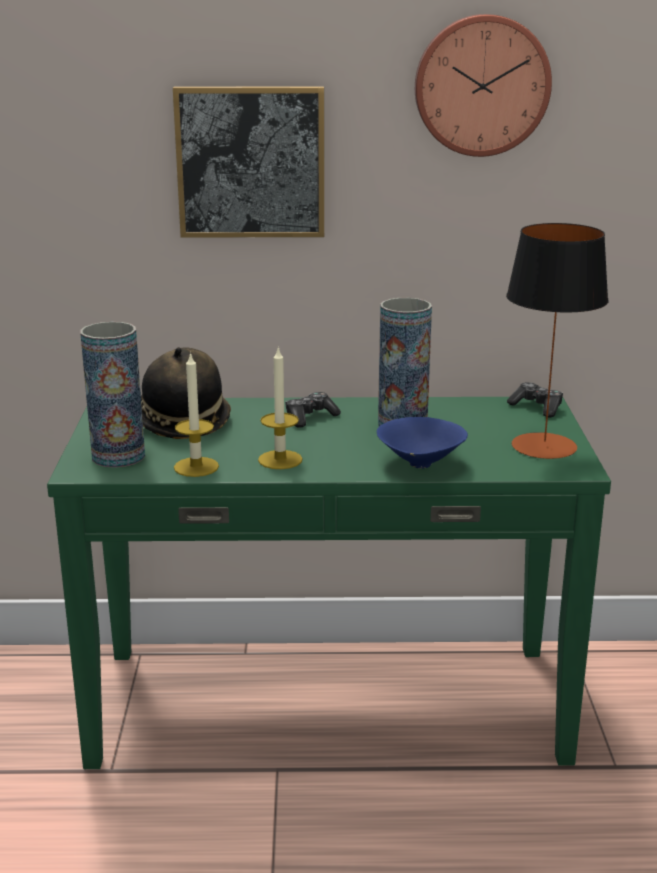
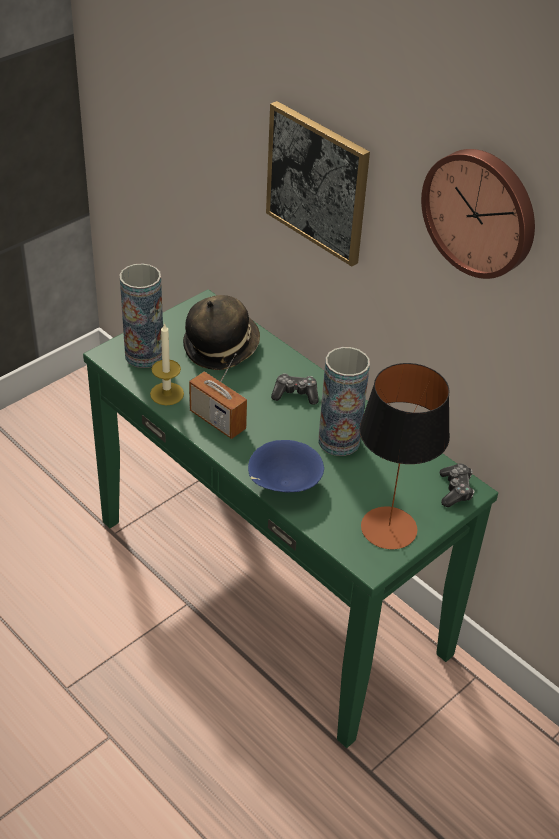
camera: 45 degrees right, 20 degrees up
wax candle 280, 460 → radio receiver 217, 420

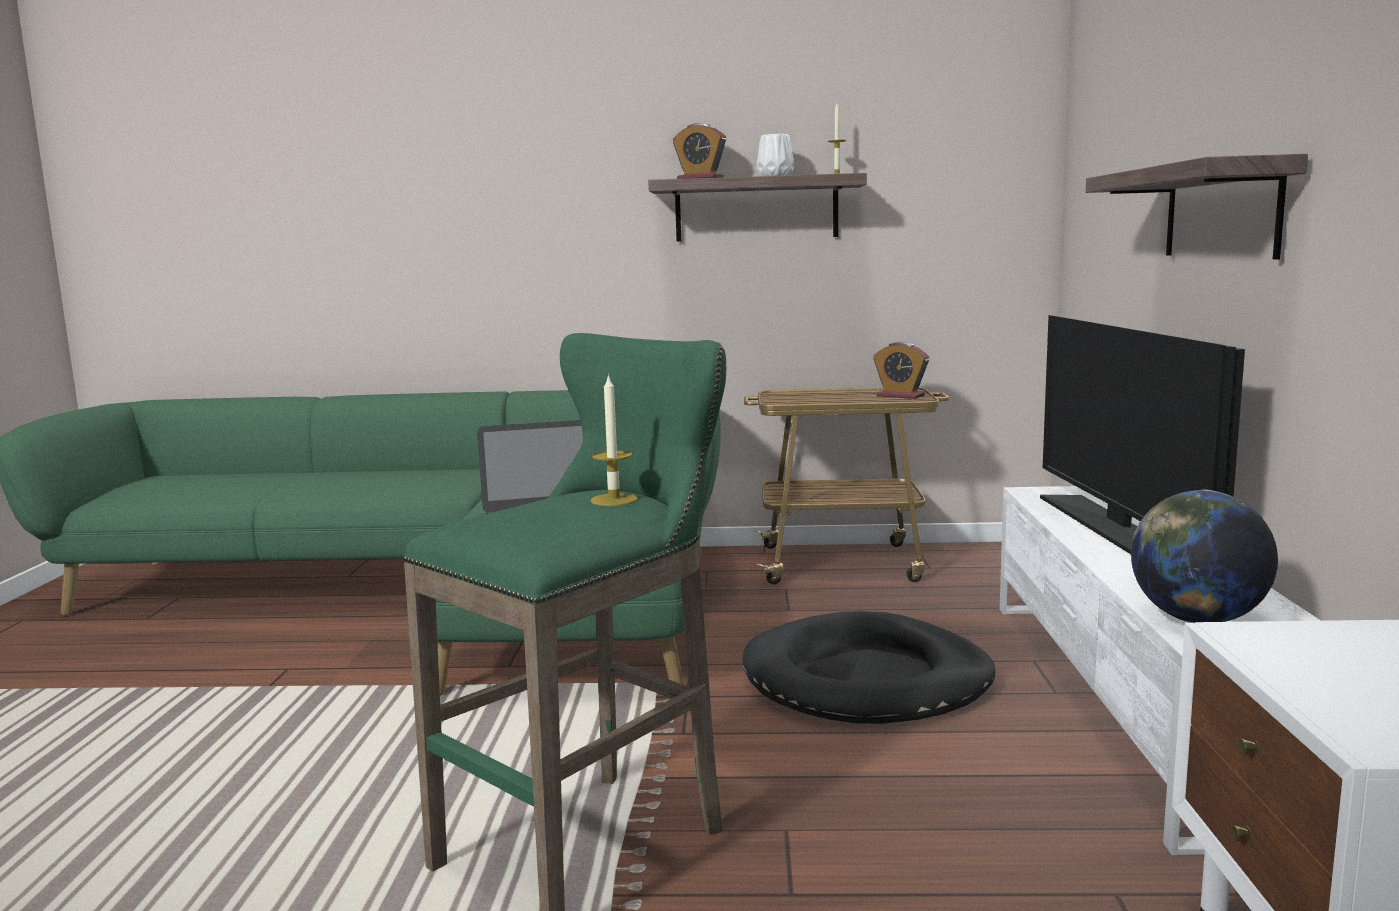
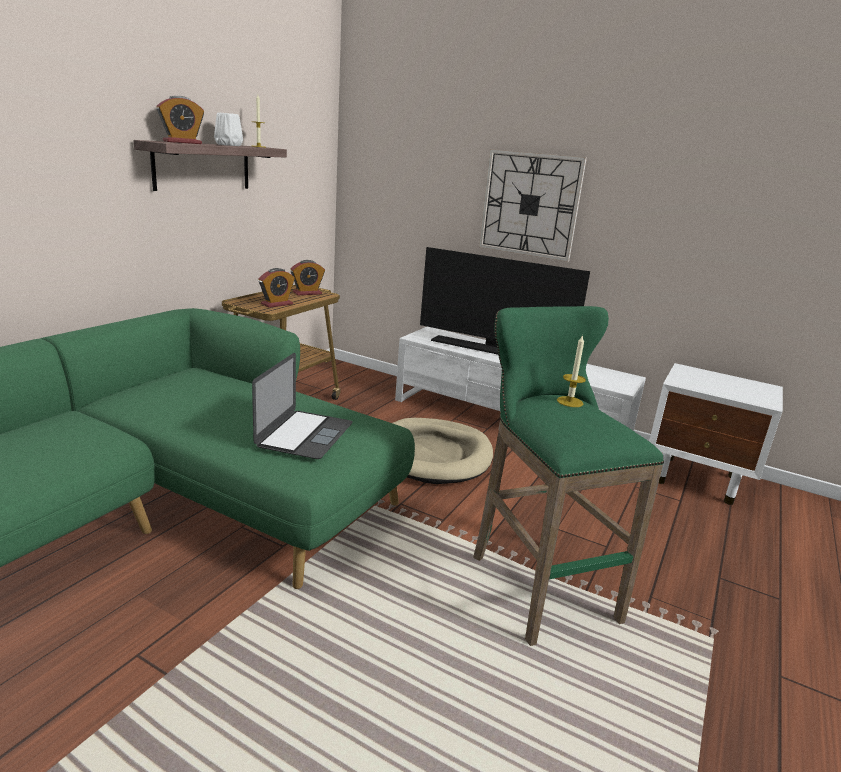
camera: 65 degrees left, 10 degrees up
world globe 1197, 620 → -
- → bedside clock 277, 304
wall shelf 1221, 212 → hanging clock 530, 204
dog cushion in black 867, 679 → dog cushion in beige 433, 455

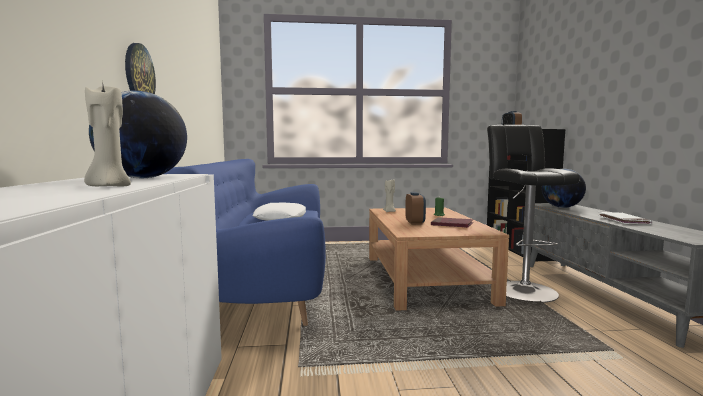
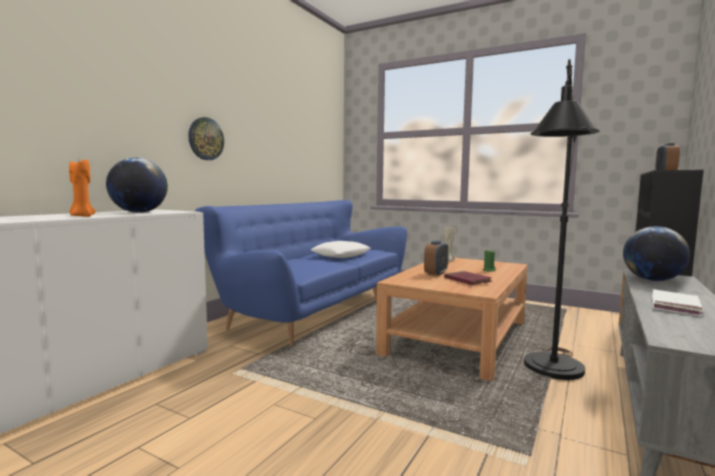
camera: 35 degrees right, 0 degrees up
sitting stool in black 522, 289 → standing lamp in black 551, 373
wax candle in beige 109, 186 → wax candle in orange-coloured 82, 216

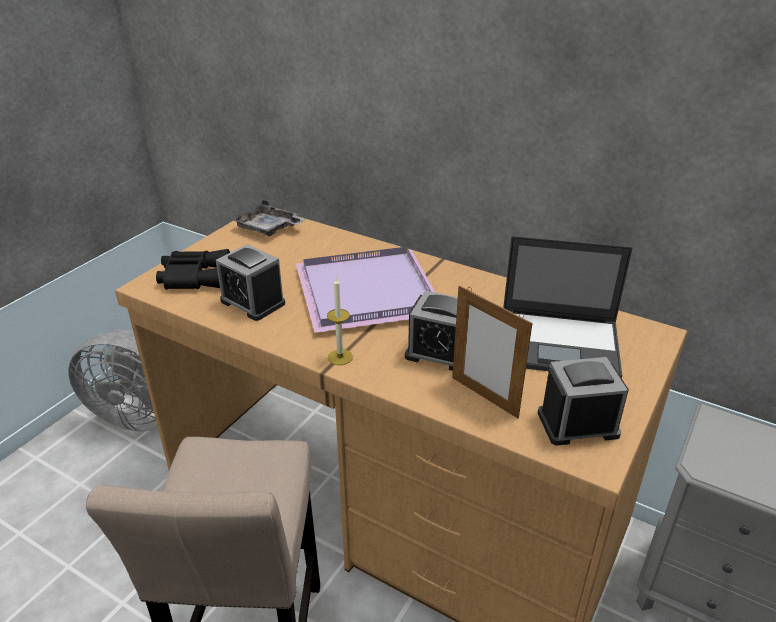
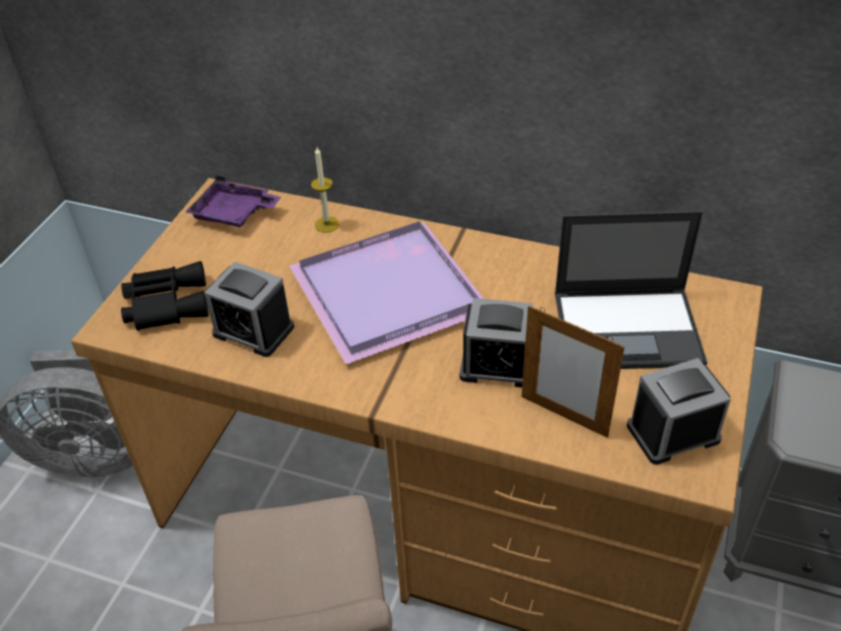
camera: 10 degrees left, 10 degrees up
wax candle 340, 357 → wax candle 327, 224, moved
carrying tray in gray 268, 228 → carrying tray in purple-coloured 234, 213

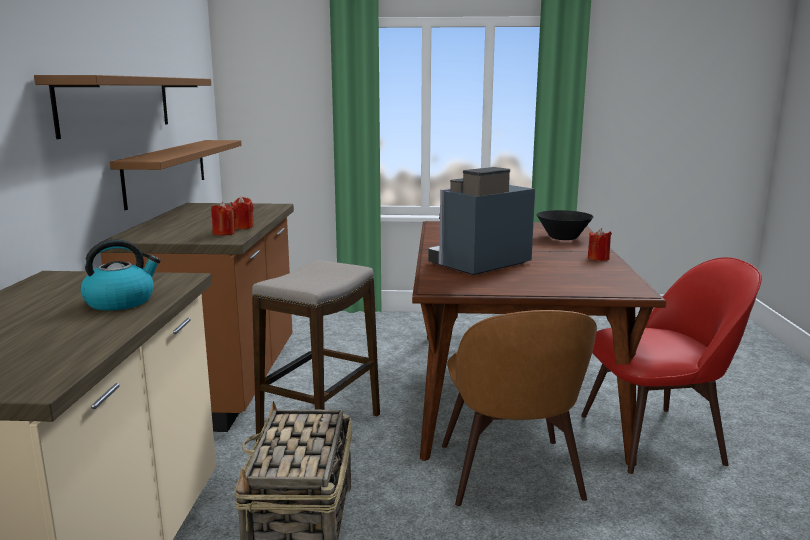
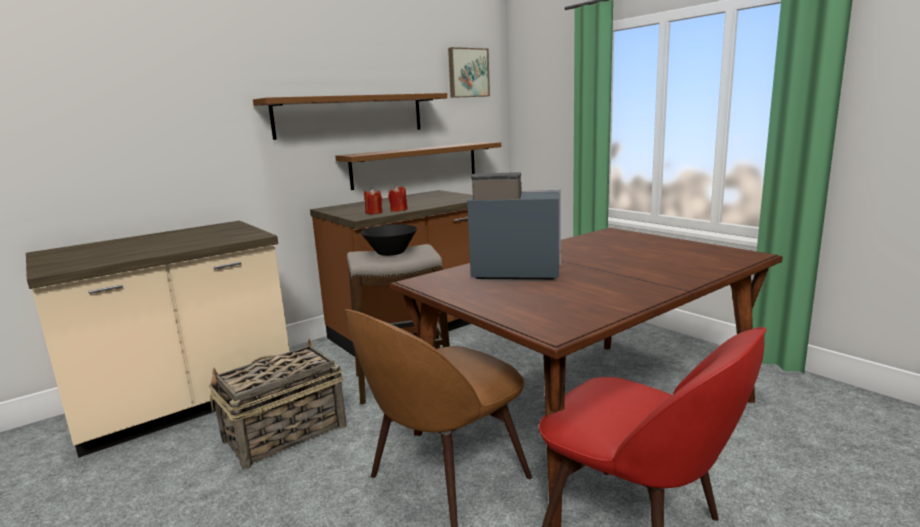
camera: 50 degrees right, 0 degrees up
tea kettle 121, 302 → -
wax candle in red-coloured 598, 258 → -
- → wall picture 467, 73
deep dish in black 563, 238 → deep dish in black 390, 253, moved

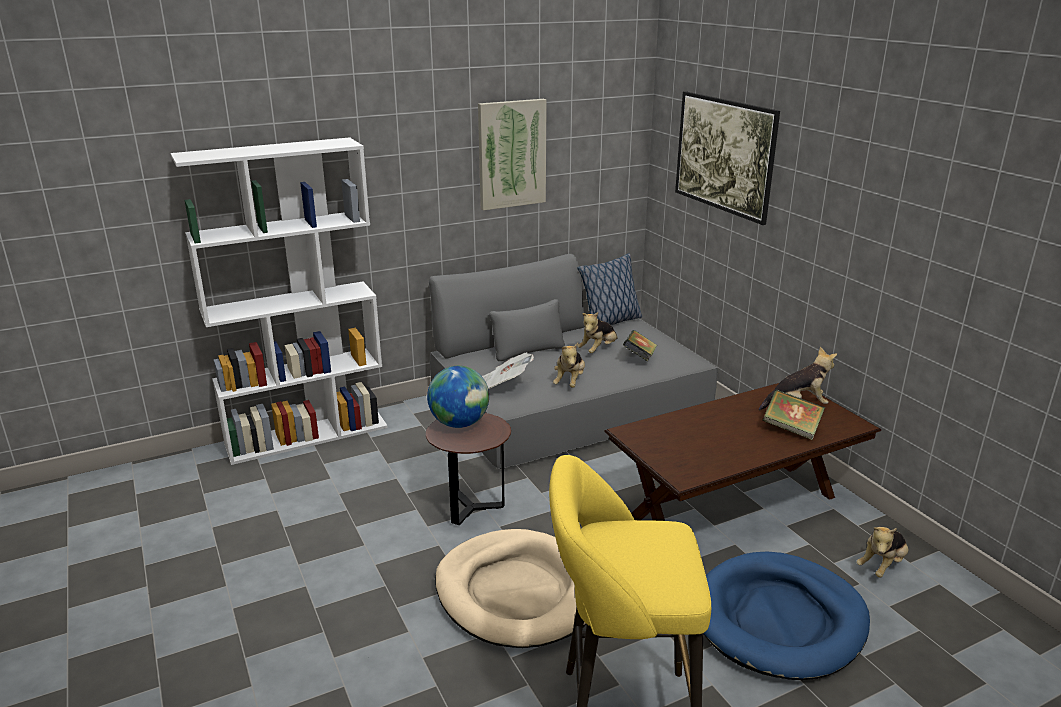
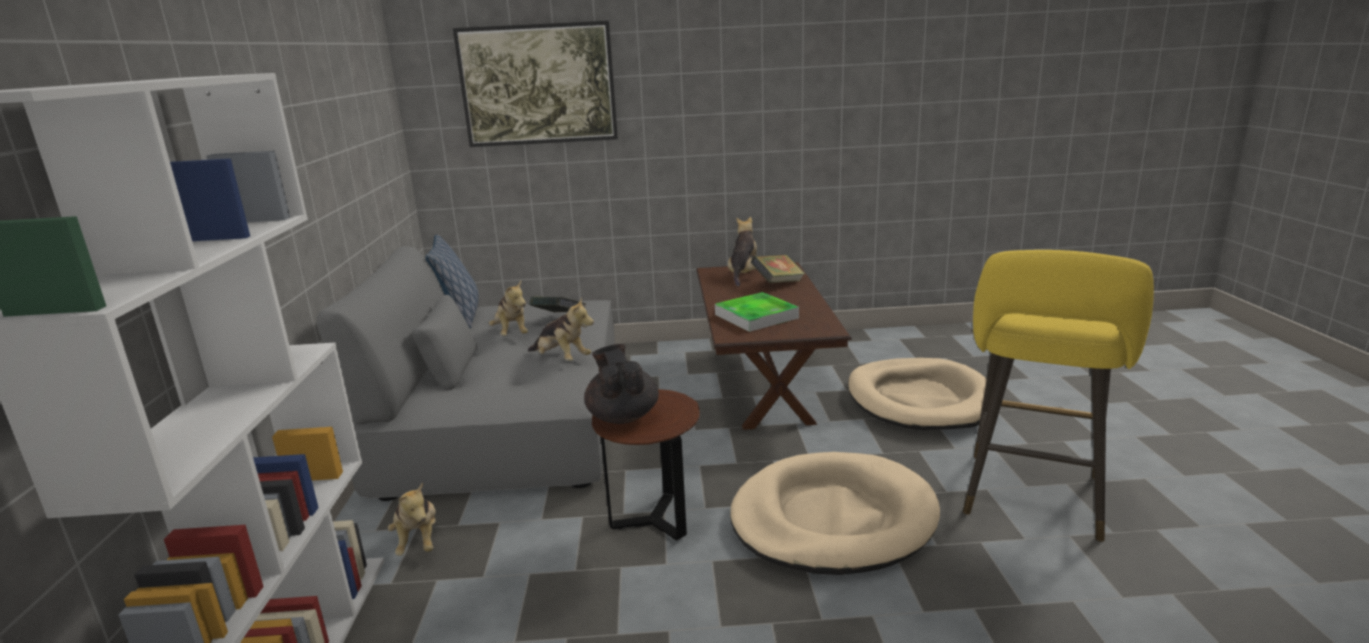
camera: 65 degrees left, 5 degrees down
wall picture 511, 154 → -
newspaper 504, 385 → -
- → carrying tray 756, 316
soft toy 882, 565 → soft toy 418, 541, moved
world globe 459, 423 → pot for tea in black 622, 416
dog cushion in blue 779, 619 → dog cushion in beige 920, 400

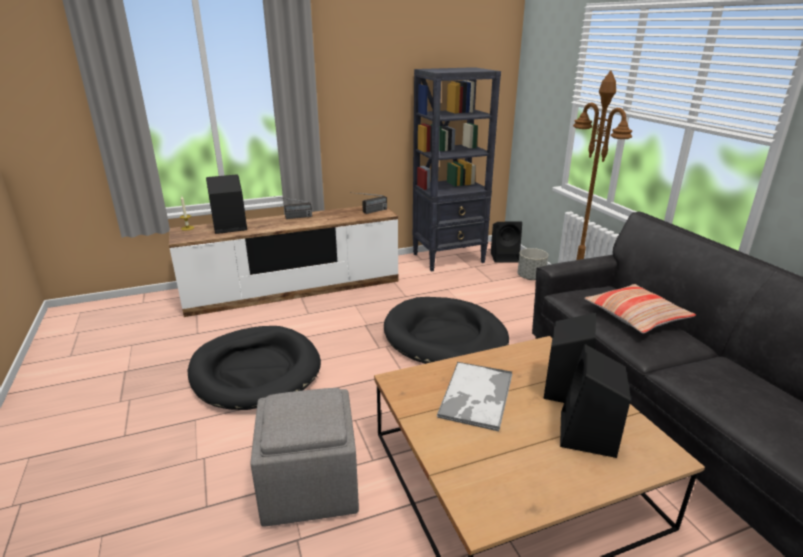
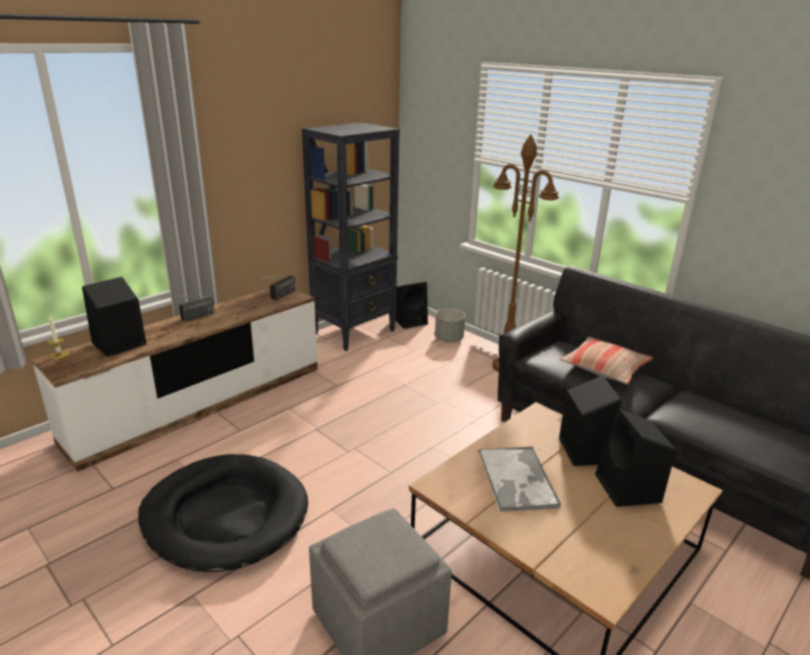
camera: 25 degrees left, 0 degrees up
dog cushion in black 445, 337 → -

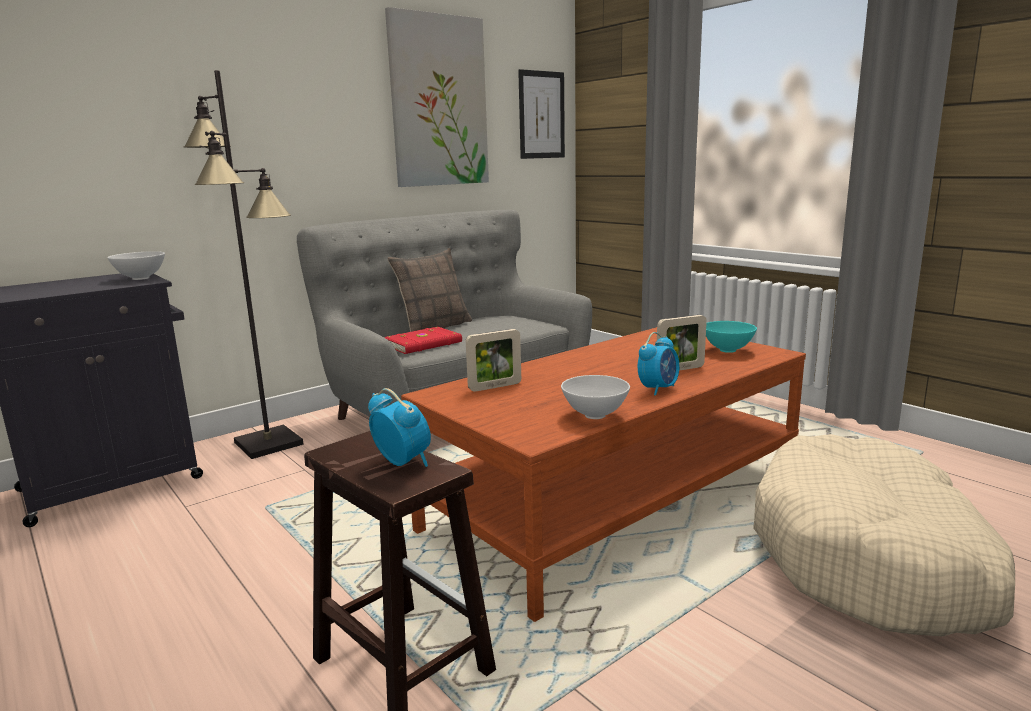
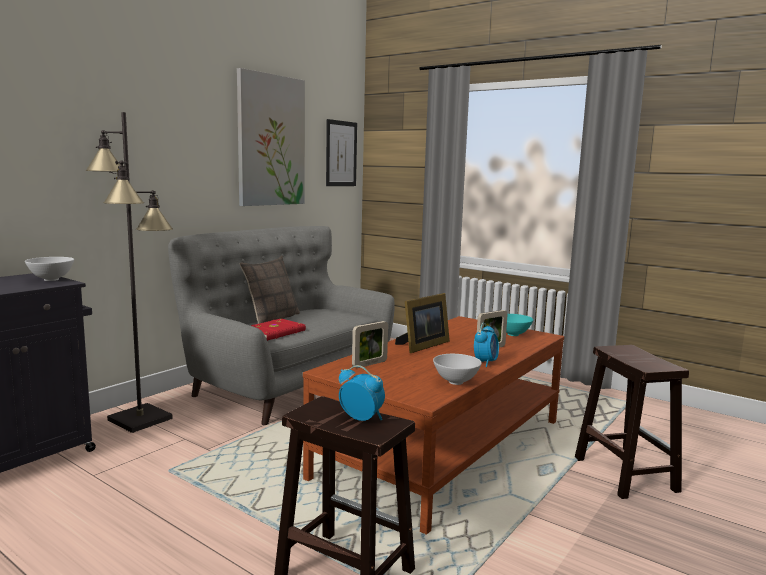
camera: 15 degrees left, 5 degrees down
- → picture frame 422, 346
dog cushion in beige 871, 559 → sitting stool in brownish 623, 473

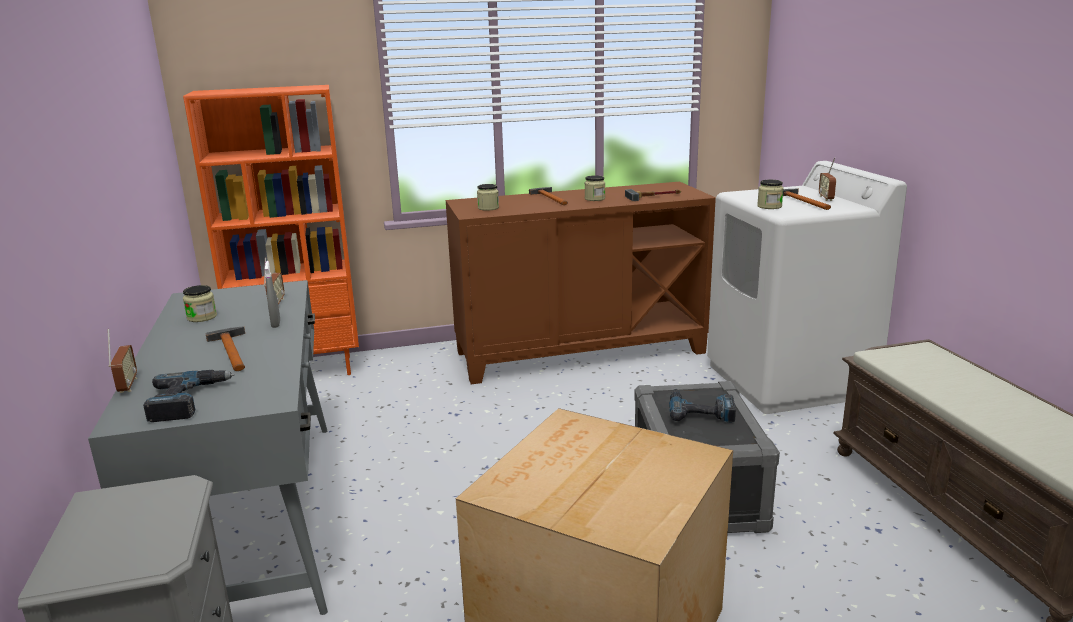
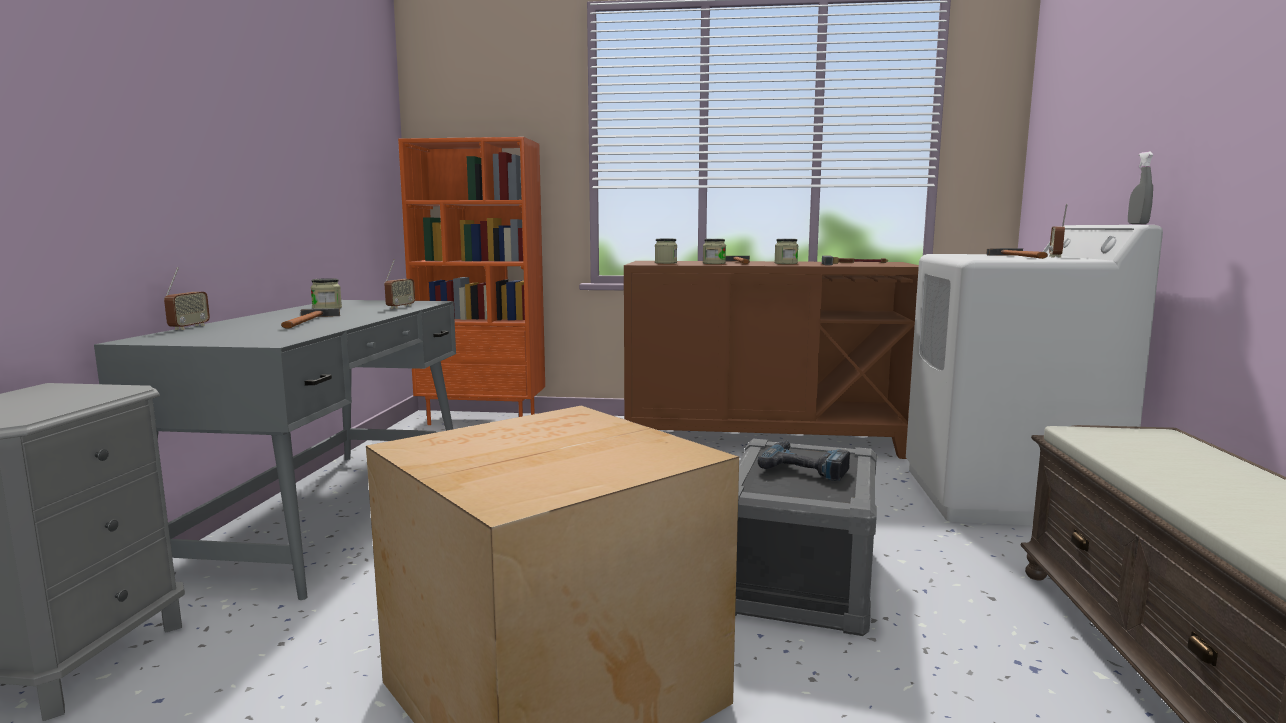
camera: 20 degrees right, 10 degrees down
electric drill 188, 401 → -
hand sprayer in gray 276, 324 → hand sprayer in gray 1137, 224, moved
storage jar 769, 206 → storage jar 714, 263, moved

